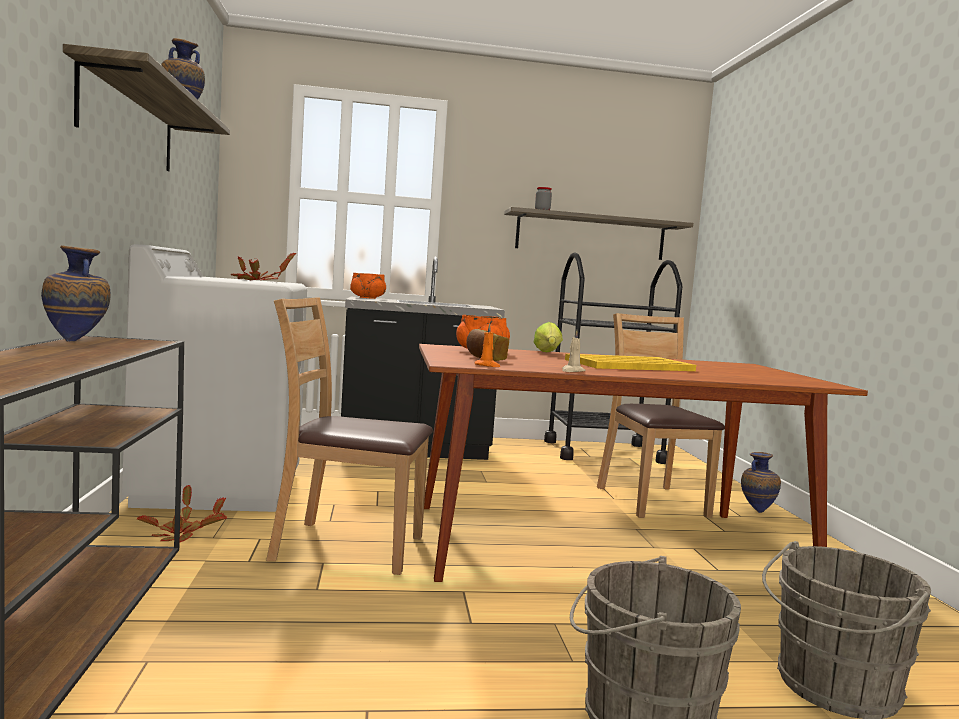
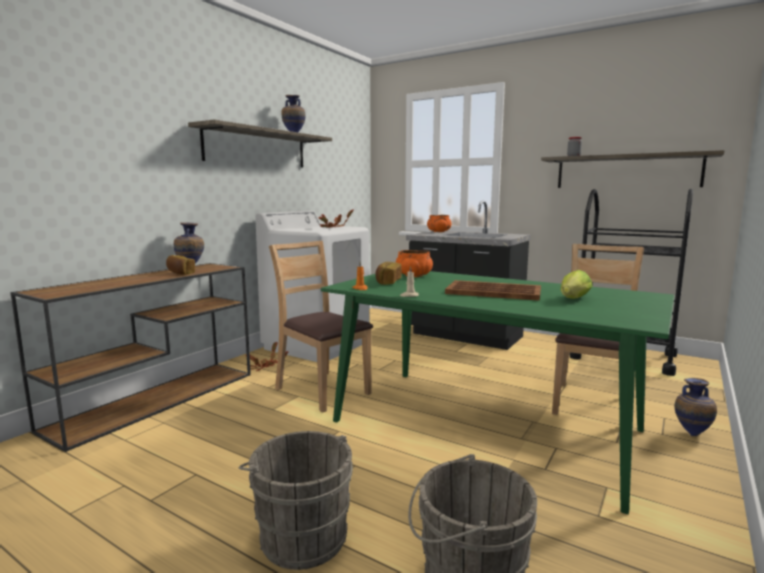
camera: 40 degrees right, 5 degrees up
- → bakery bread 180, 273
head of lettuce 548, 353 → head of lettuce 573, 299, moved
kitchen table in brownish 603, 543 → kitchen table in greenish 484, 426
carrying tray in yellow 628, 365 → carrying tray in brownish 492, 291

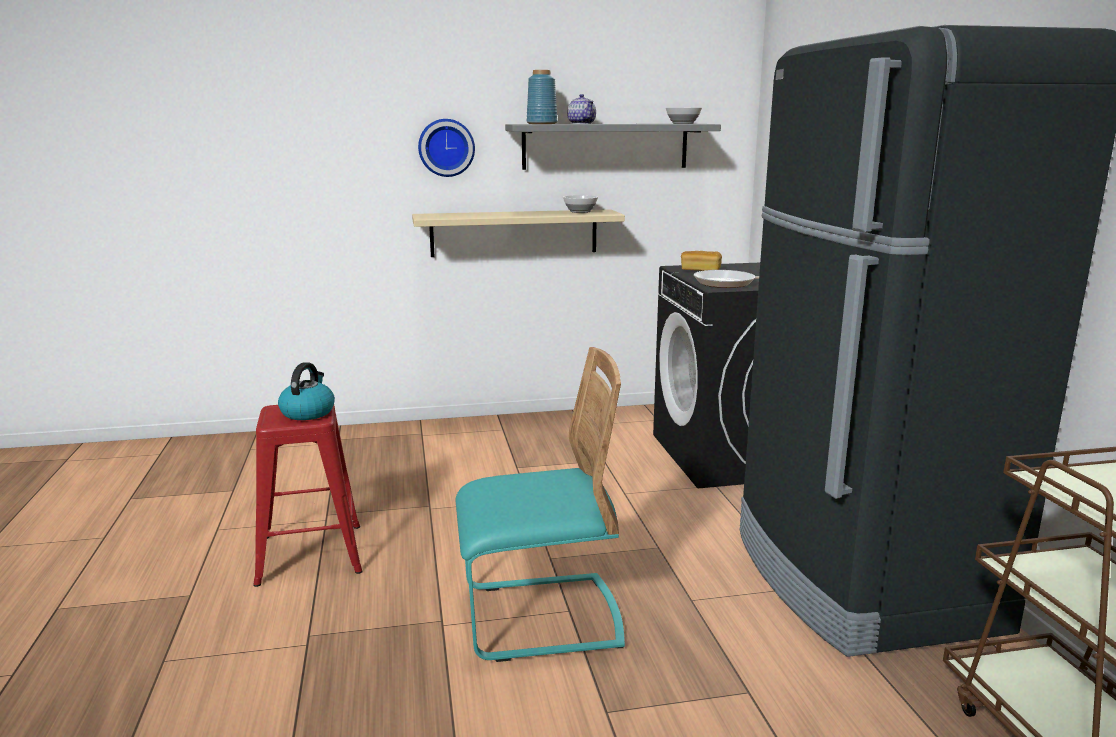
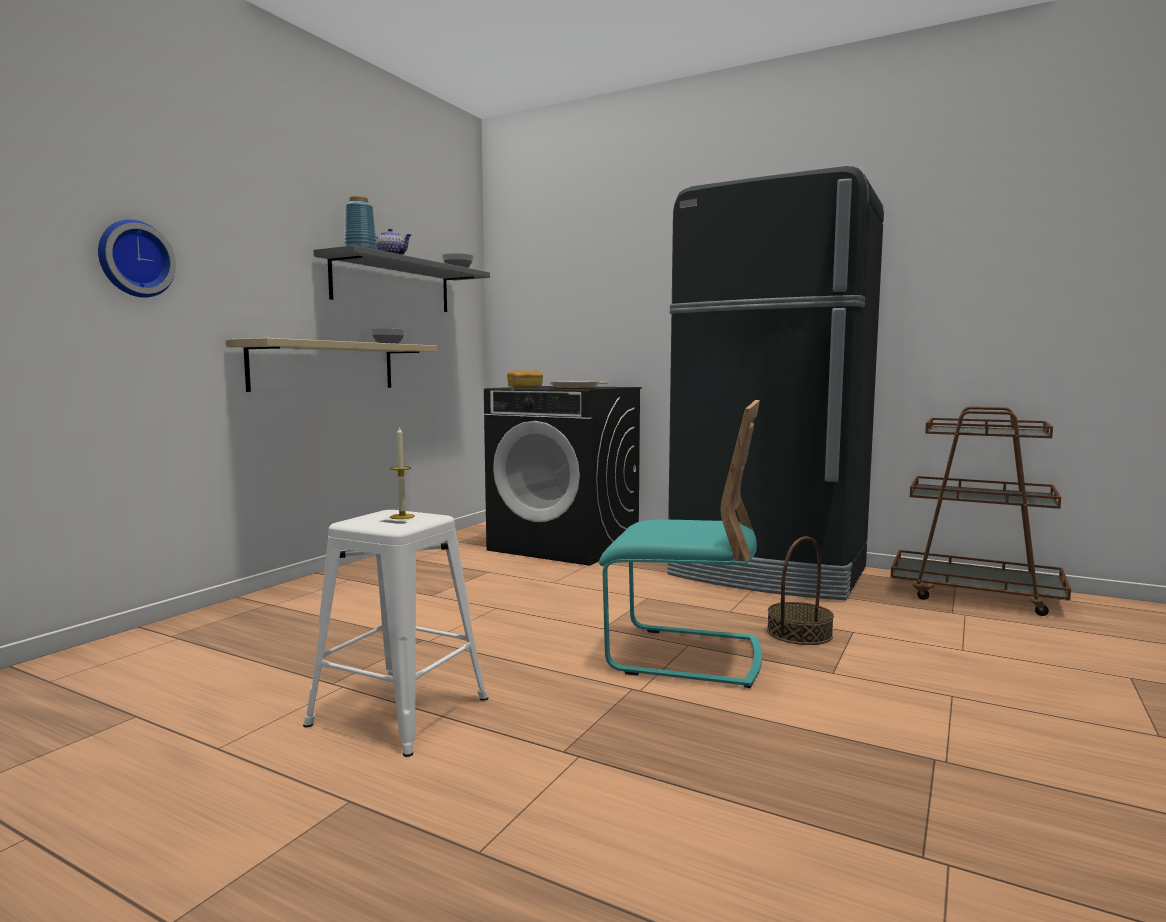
camera: 50 degrees left, 10 degrees down
- → household basket 799, 633
hanging clock 446, 147 → hanging clock 134, 259, moved
tea kettle 308, 412 → wax candle 402, 516
sitting stool in red-coloured 311, 554 → sitting stool in white-coloured 402, 711
upright chair in blue-green 540, 618 → upright chair in blue-green 684, 655, 75 degrees clockwise

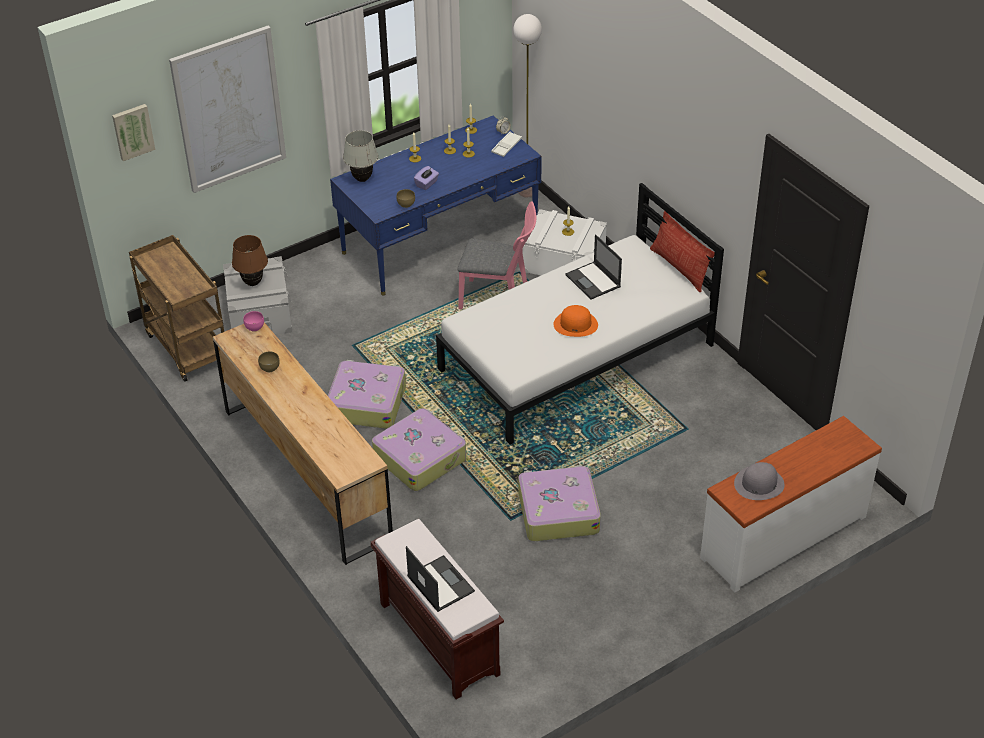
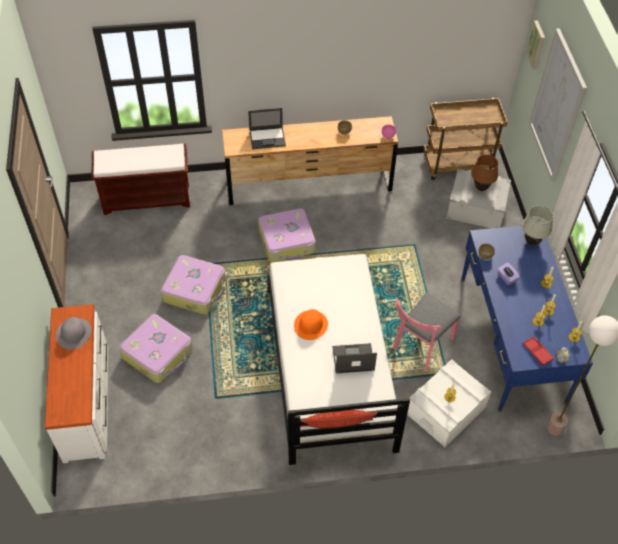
camera: 115 degrees right, 10 degrees up
suitcase 366, 402 → suitcase 158, 353, moved
portable computer 440, 583 → portable computer 268, 138, moved
carrying tray in white-coloured 506, 146 → carrying tray in red-coloured 537, 352

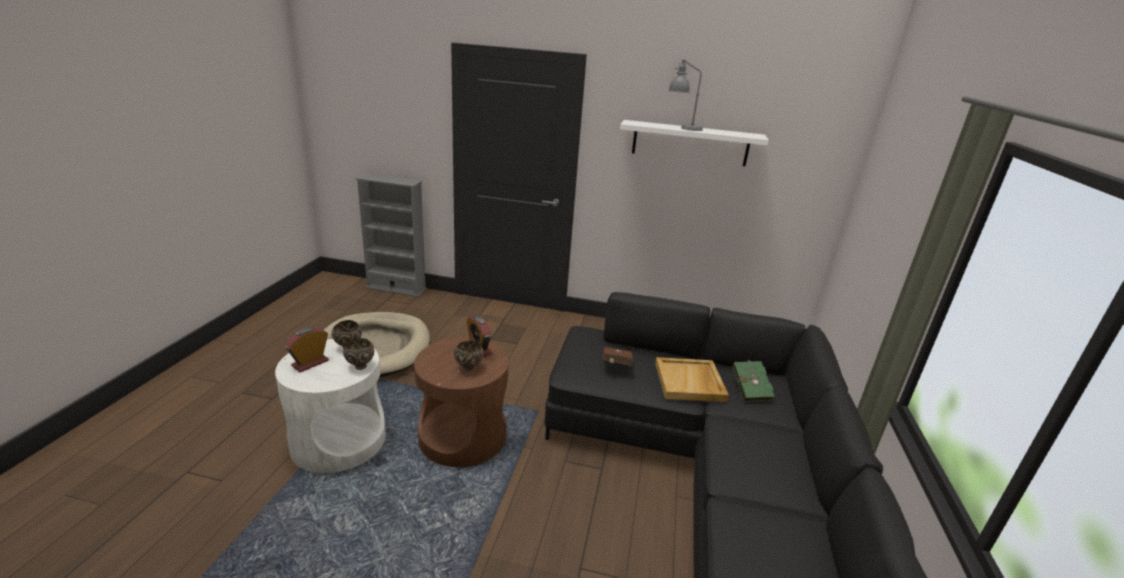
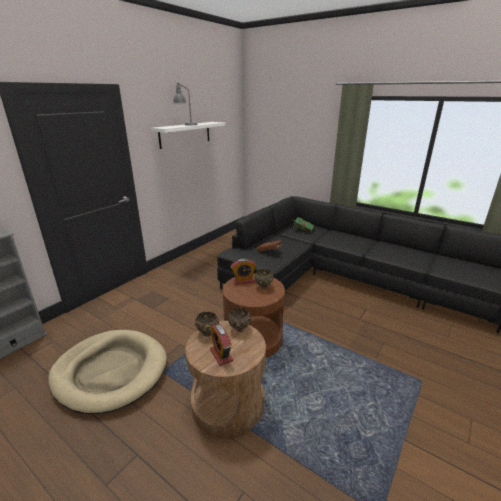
camera: 65 degrees left, 0 degrees up
carrying tray in beige 690, 382 → -
accent table in white-coloured 339, 441 → accent table in brownish 228, 403

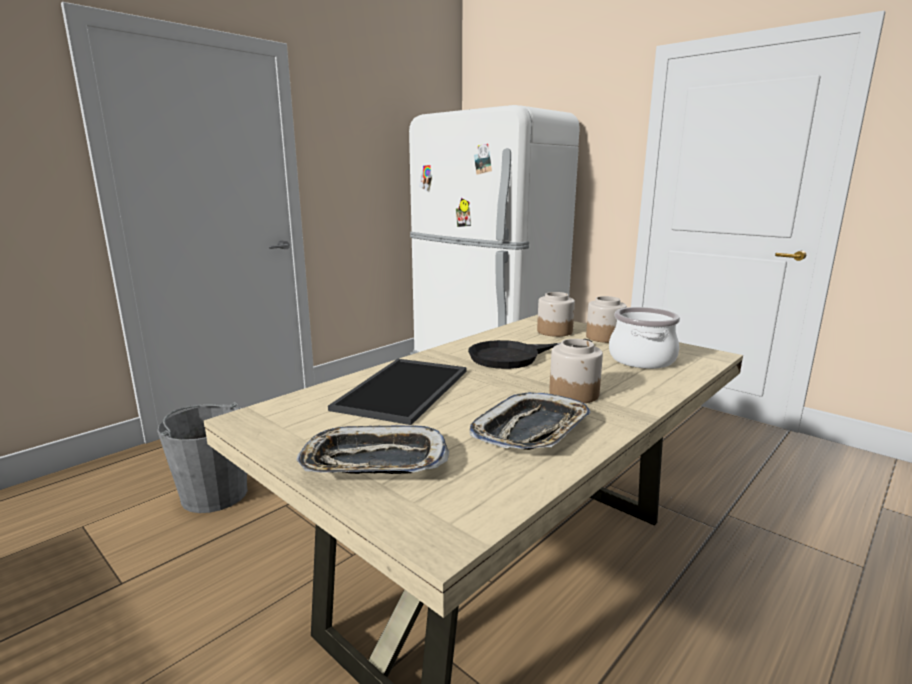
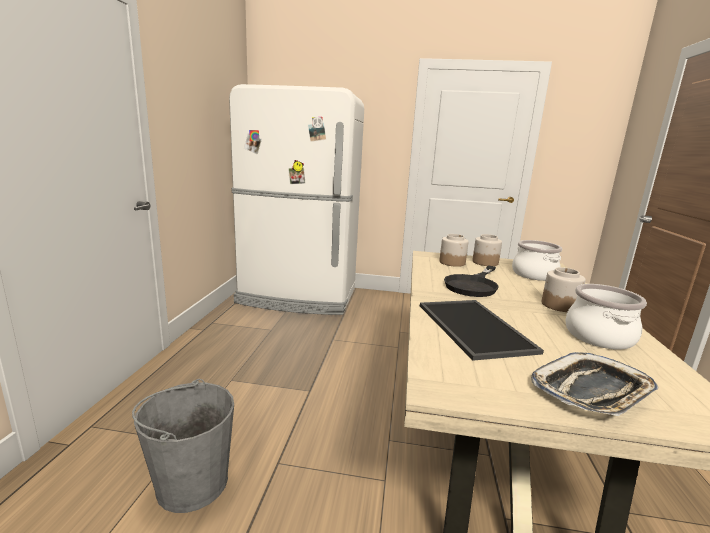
camera: 35 degrees left, 0 degrees up
carrying tray 531, 430 → cooking pot 599, 336

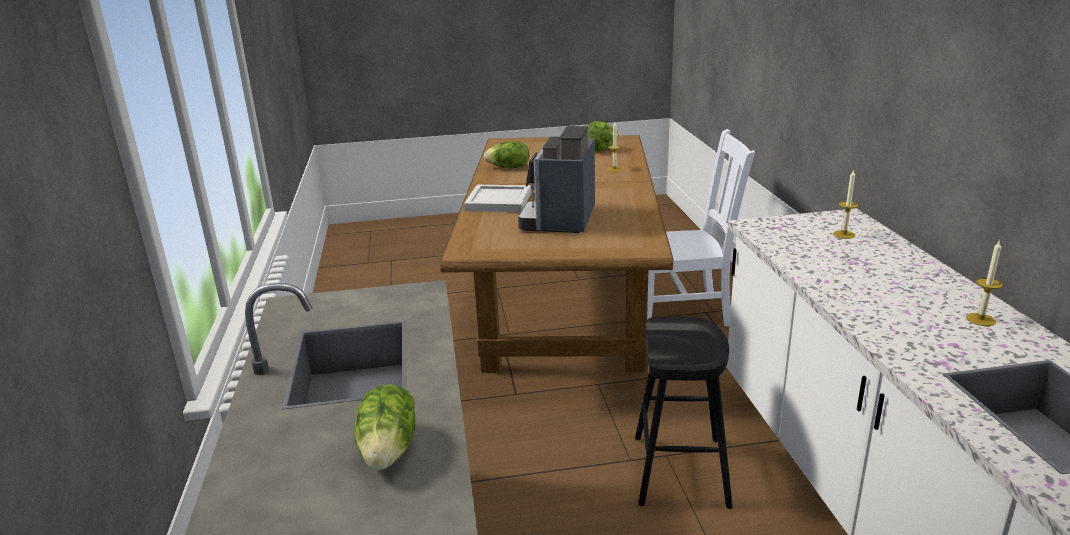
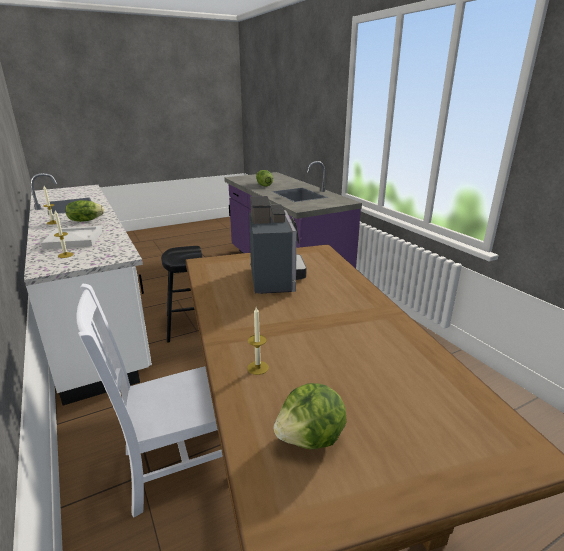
camera: 160 degrees right, 0 degrees up
carrying tray in white-coloured 497, 202 → carrying tray in white-coloured 75, 239, moved
head of lettuce 509, 167 → head of lettuce 85, 220, moved

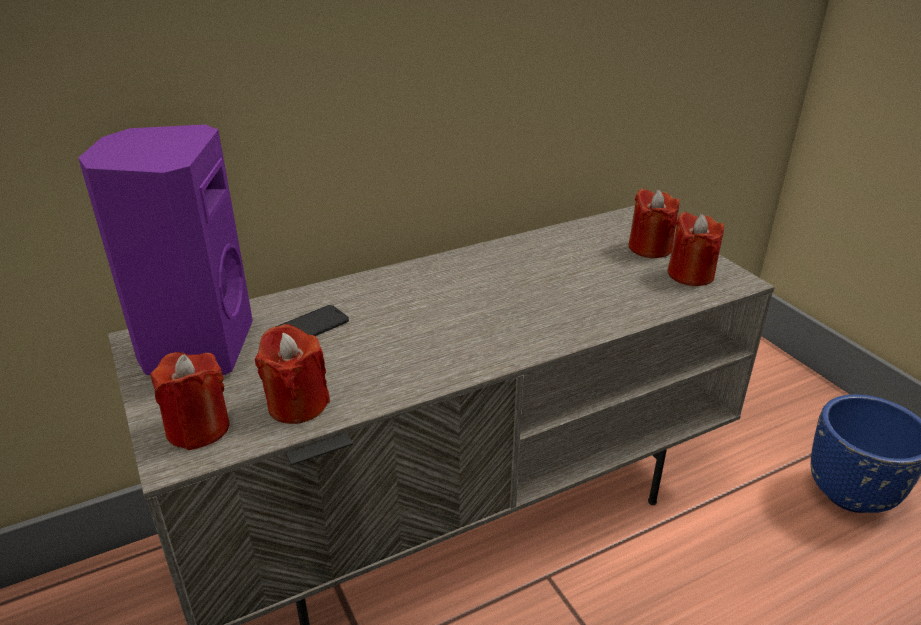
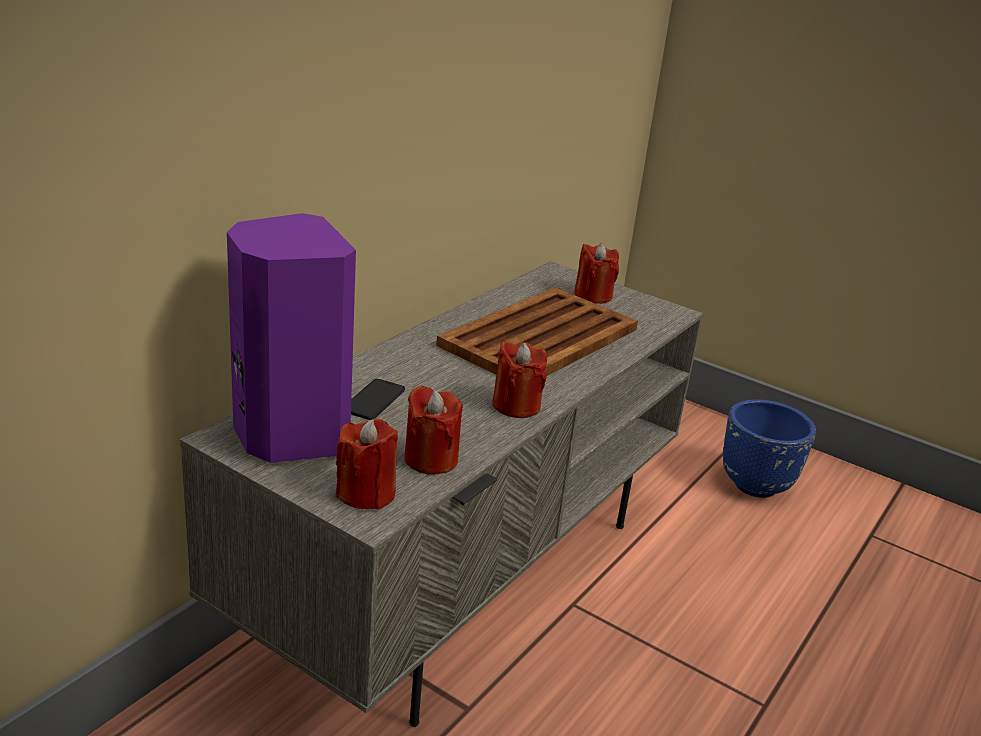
camera: 30 degrees left, 5 degrees down
- → carrying tray in brownish 541, 337
wax candle in red-coloured 690, 274 → wax candle in red-coloured 516, 405, moved

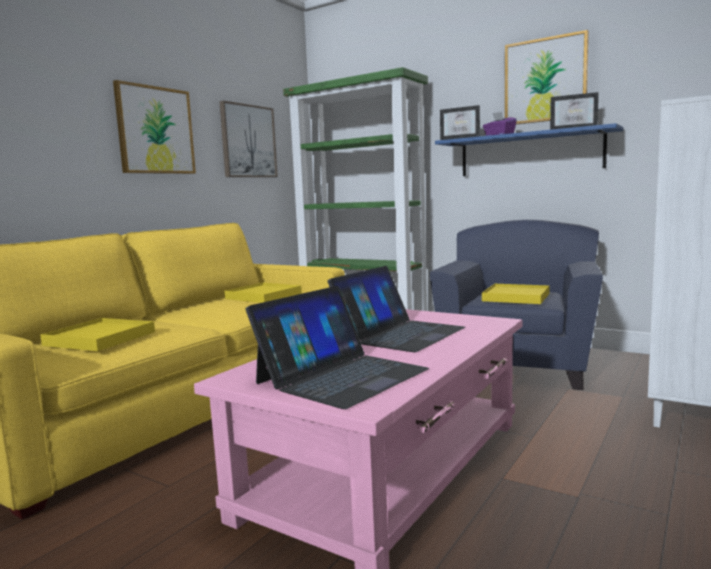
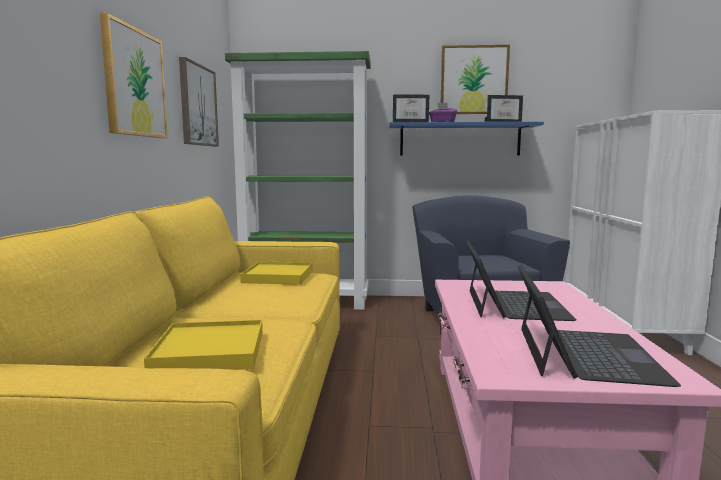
camera: 30 degrees left, 0 degrees up
carrying tray in yellow 516, 297 → -

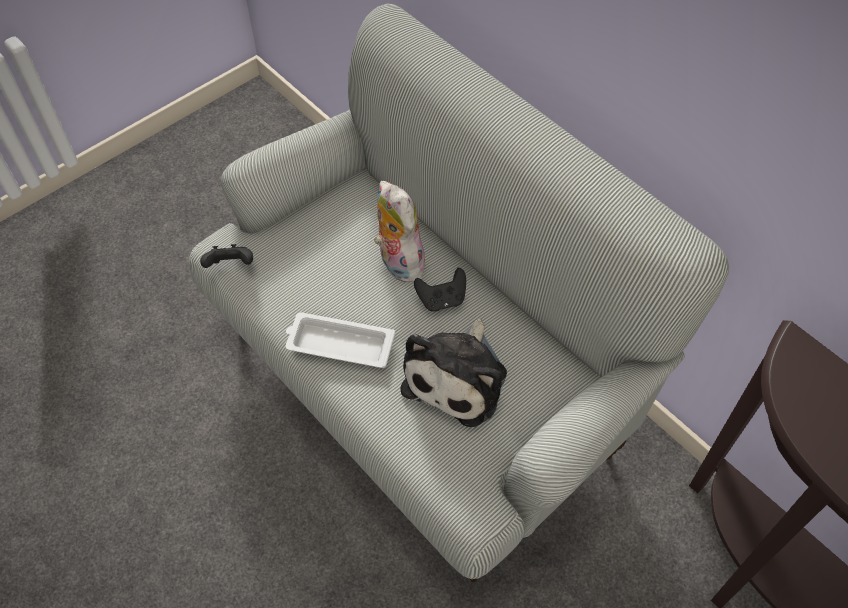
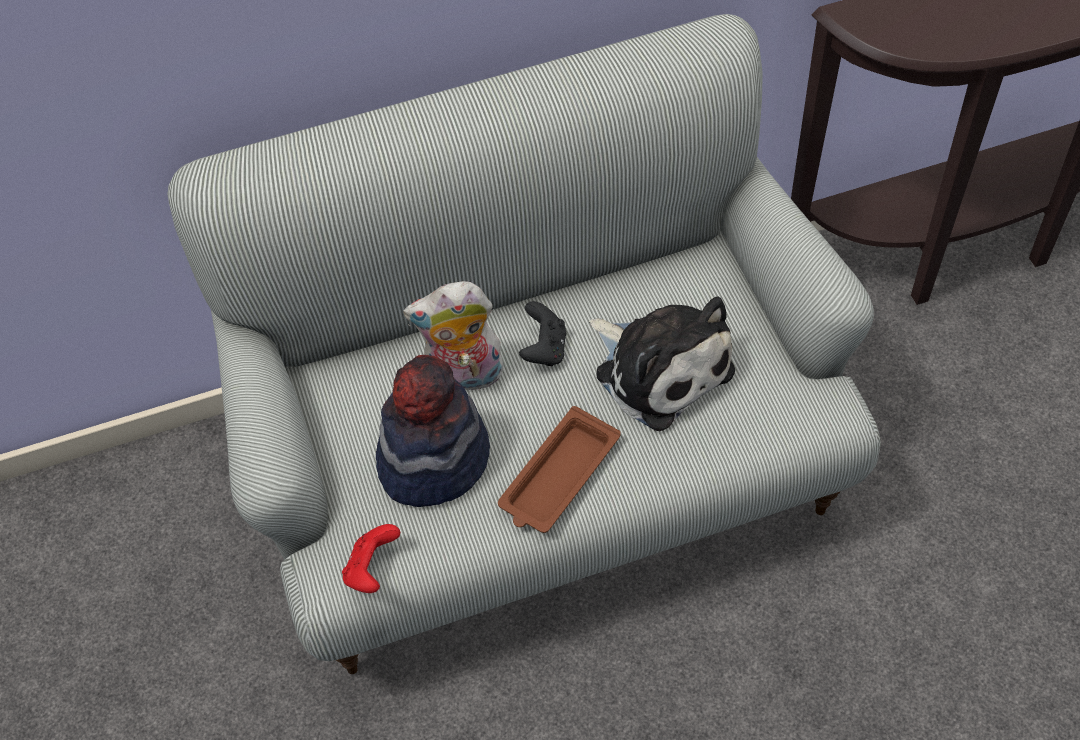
camera: 65 degrees left, 0 degrees up
- → wearable hat 432, 458
gamepad in black 231, 266 → gamepad in red-coloured 372, 570
carrying tray in white-coloured 338, 344 → carrying tray in brownish 558, 477

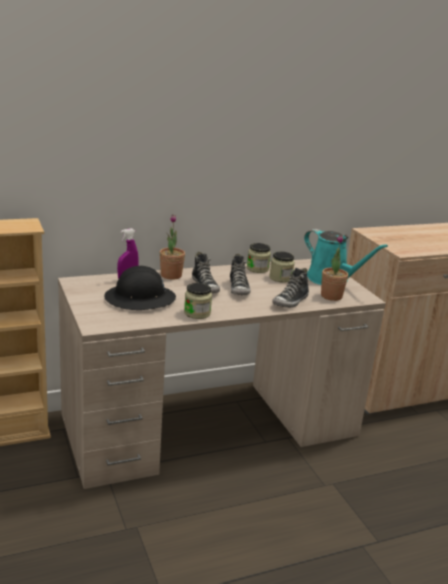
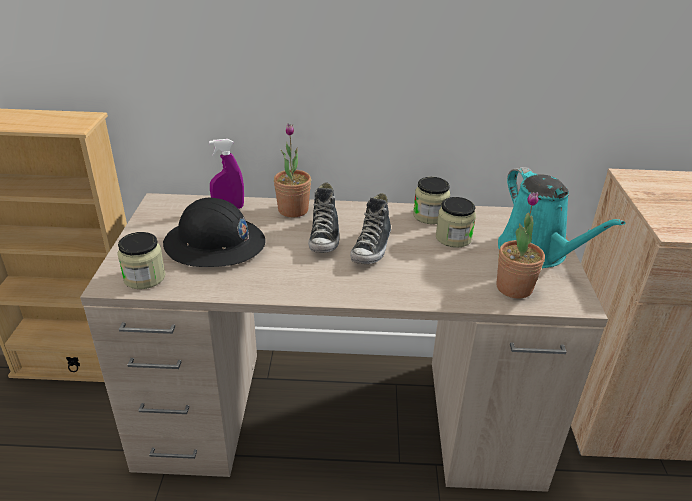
camera: 25 degrees right, 10 degrees up
shoe 290, 302 → -
storage jar 197, 313 → storage jar 144, 277, moved

